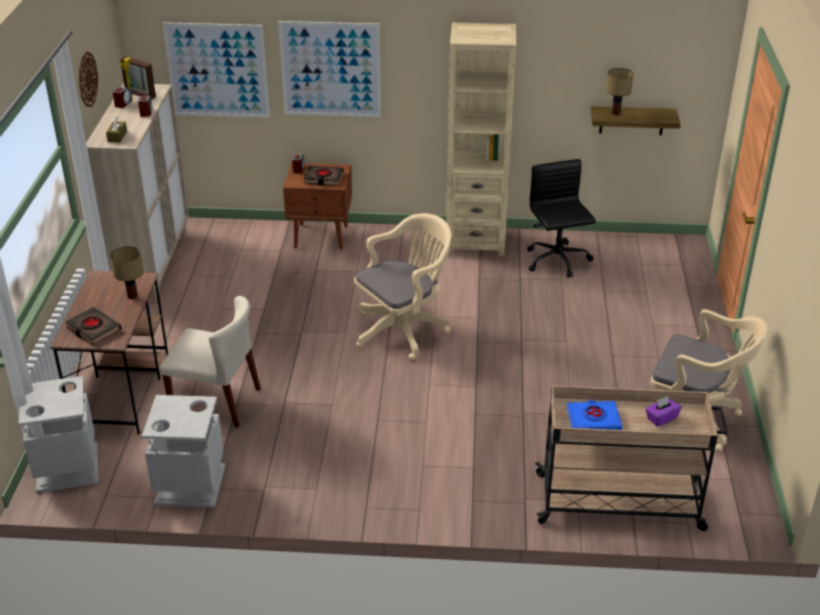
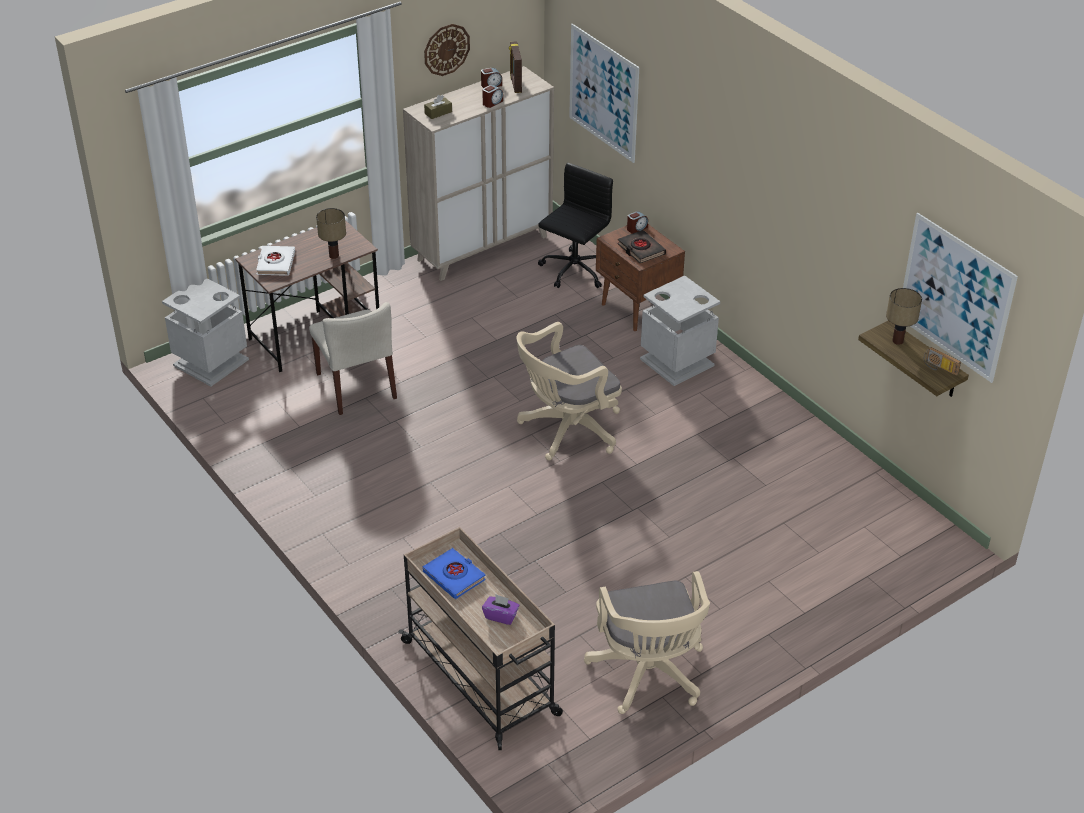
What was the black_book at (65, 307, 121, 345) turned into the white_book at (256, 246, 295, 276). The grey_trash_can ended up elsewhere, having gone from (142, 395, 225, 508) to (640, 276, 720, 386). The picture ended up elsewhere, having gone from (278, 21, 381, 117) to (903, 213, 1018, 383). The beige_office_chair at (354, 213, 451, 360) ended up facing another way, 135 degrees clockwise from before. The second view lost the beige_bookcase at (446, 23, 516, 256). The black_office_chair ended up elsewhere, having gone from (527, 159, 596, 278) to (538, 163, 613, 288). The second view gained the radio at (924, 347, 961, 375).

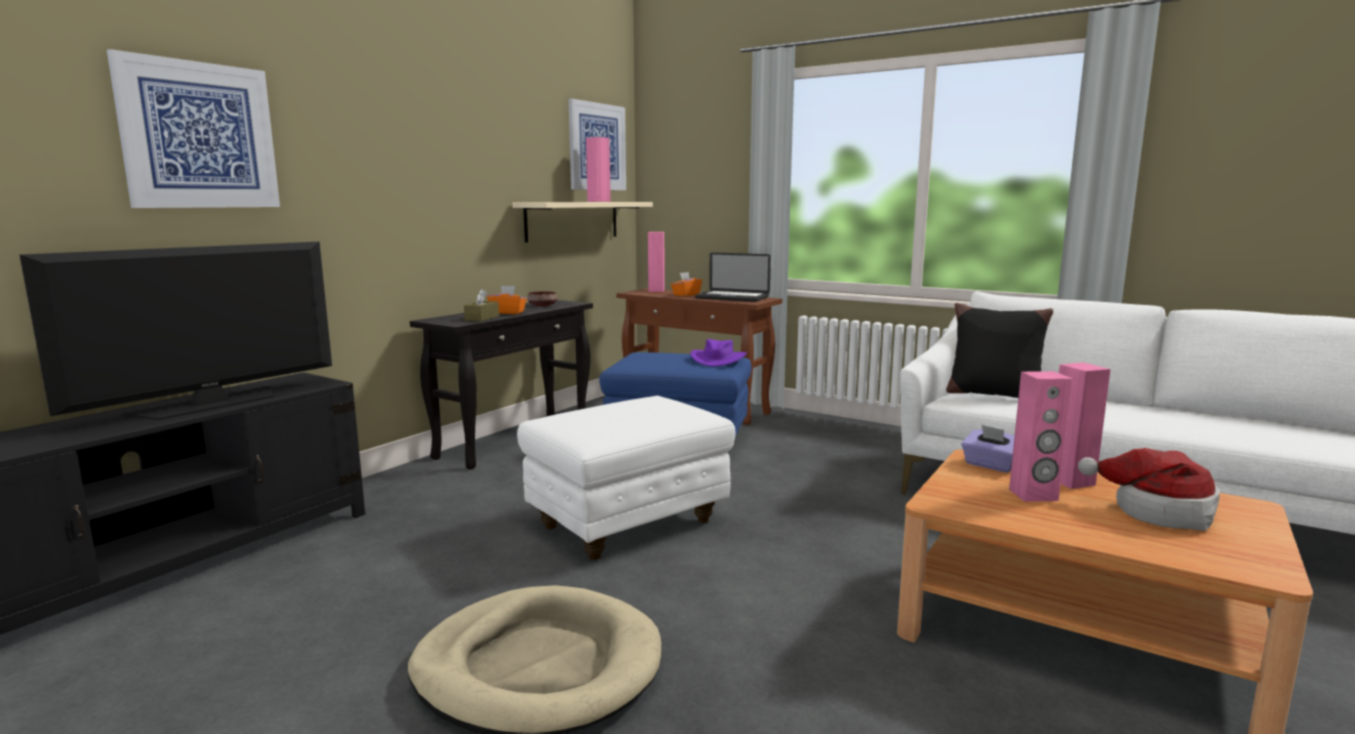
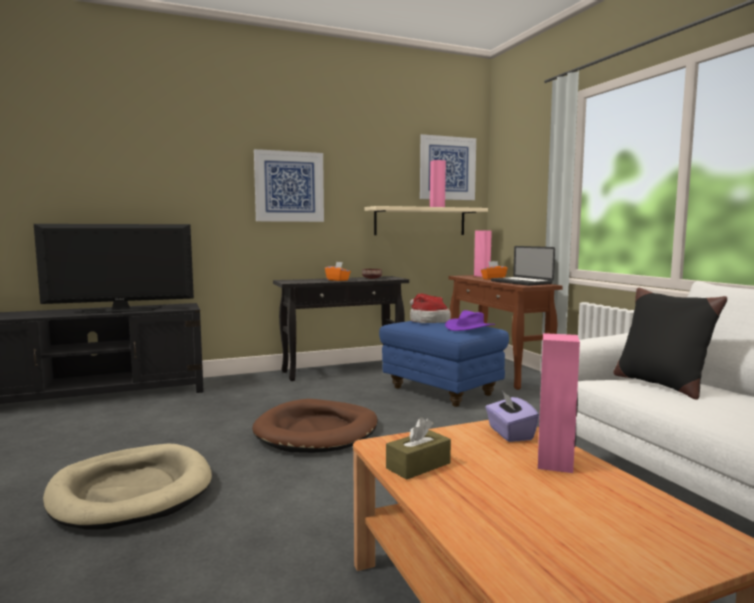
The picture ended up elsewhere, having gone from (107, 49, 280, 208) to (254, 149, 324, 222). The brown_tissue_box ended up elsewhere, having gone from (464, 289, 499, 321) to (386, 417, 451, 480). Where the white_ottoman stood at (517, 396, 736, 560), the brown_dog_bed came to stand at (252, 399, 378, 453). The second view lost the pink_speaker at (1009, 371, 1073, 502). The hat ended up elsewhere, having gone from (1078, 448, 1220, 531) to (410, 293, 451, 323).

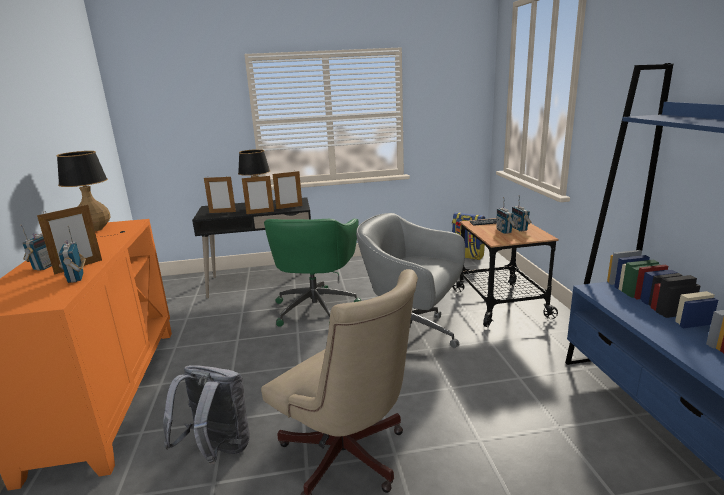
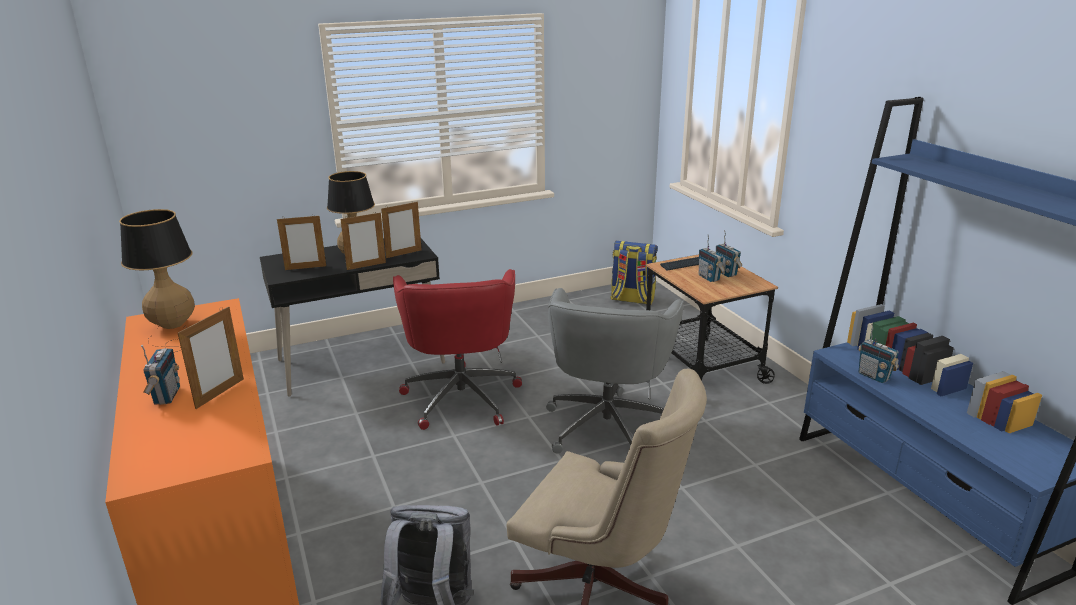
The radio ended up elsewhere, having gone from (59, 226, 86, 283) to (858, 324, 899, 383). What was the green_office_chair at (264, 218, 361, 327) turned into the red_office_chair at (393, 269, 522, 430). The grey_office_chair at (356, 213, 465, 348) ended up facing another way, 90 degrees counterclockwise from before.

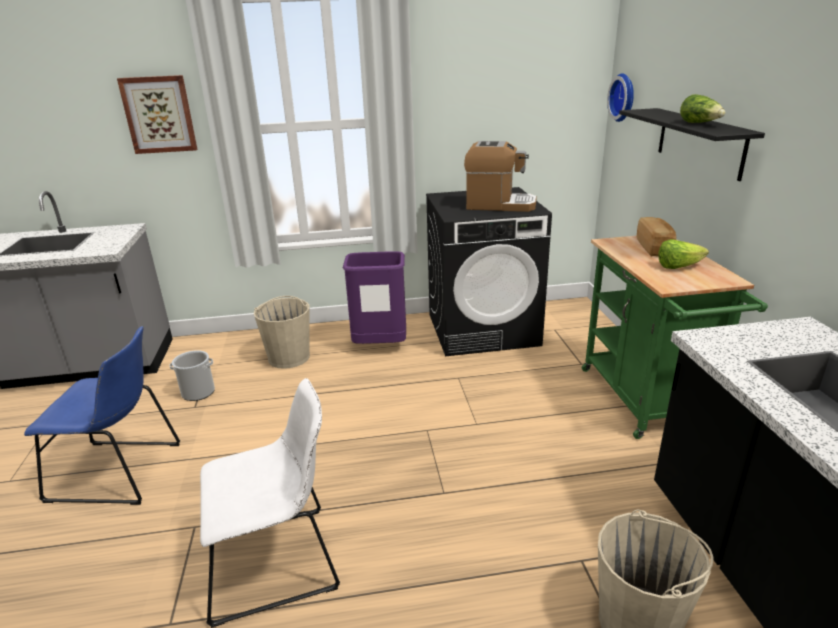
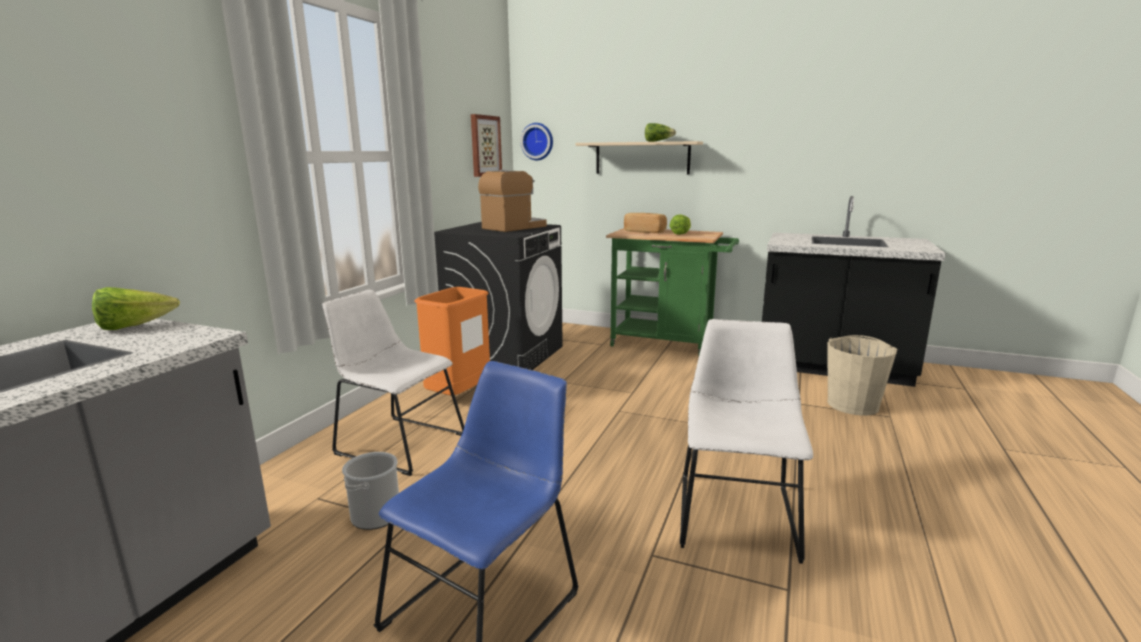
The picture ended up elsewhere, having gone from (117, 75, 197, 154) to (471, 114, 502, 177). Where the beige_bucket stood at (254, 296, 310, 369), the white_chair came to stand at (322, 289, 464, 476). What was the purple_trash_can at (343, 251, 406, 344) turned into the orange_trash_can at (414, 287, 490, 395). What was the black_shelf at (619, 108, 765, 181) turned into the beige_shelf at (576, 141, 703, 175). The second view gained the lettuce at (92, 287, 180, 330).

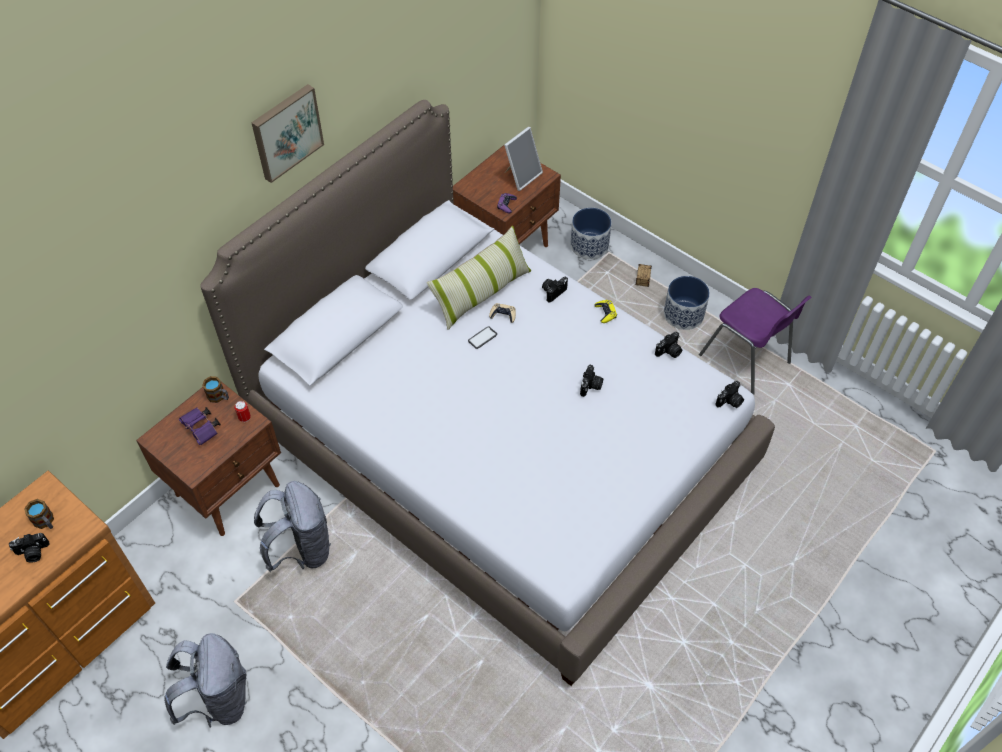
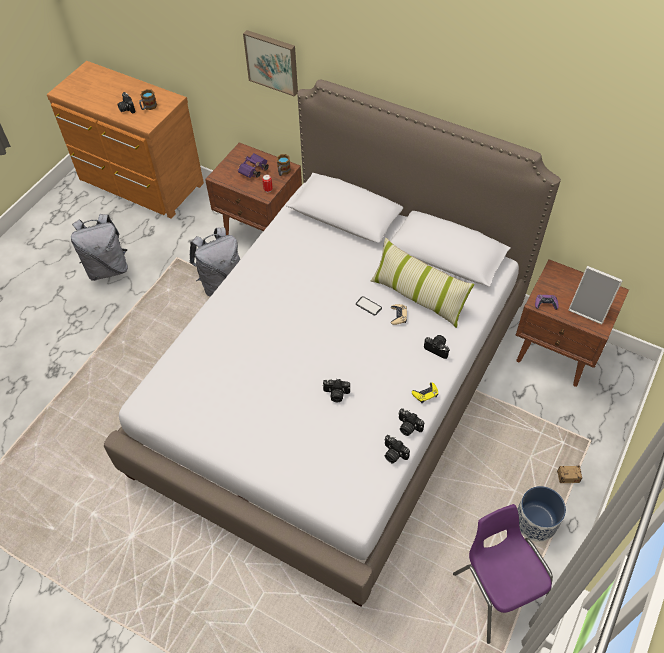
The picture ended up elsewhere, having gone from (251, 84, 324, 183) to (243, 30, 298, 97). The second view lost the planter at (570, 208, 612, 259). The purple_chair at (699, 288, 812, 395) ended up facing another way, 120 degrees clockwise from before. The photo_camera ended up elsewhere, having gone from (715, 381, 744, 408) to (398, 408, 424, 436).

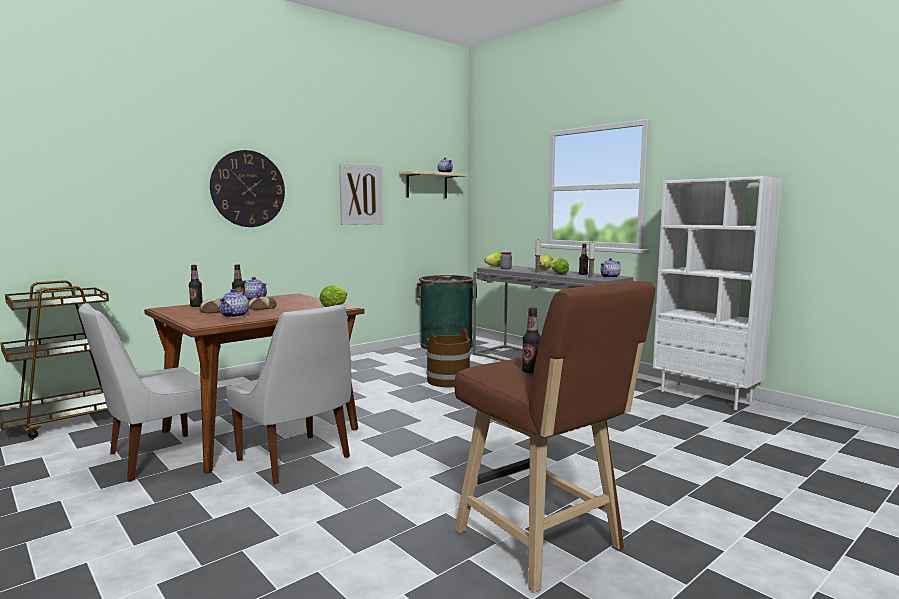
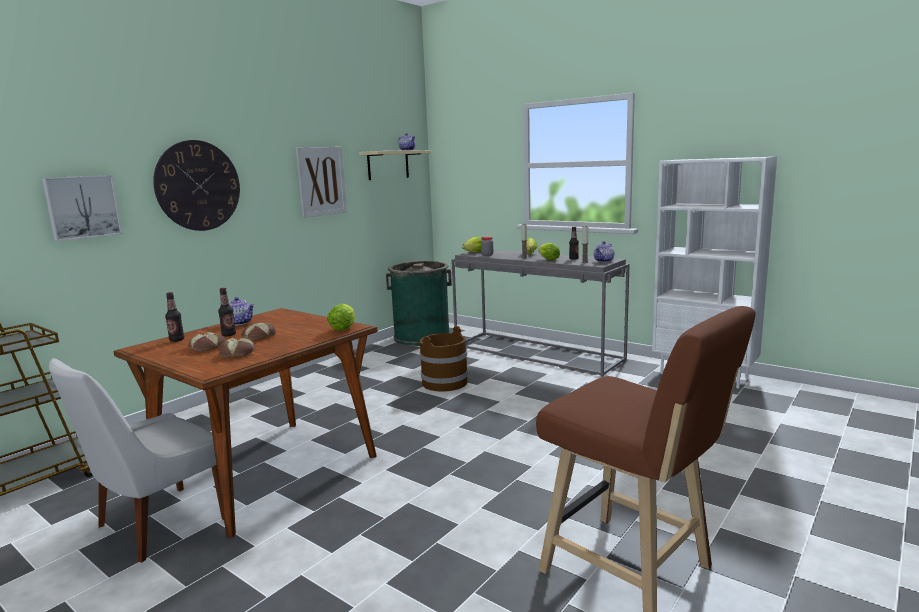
Where the teapot stood at (219, 289, 249, 318), the bread came to stand at (219, 338, 255, 358). The second view lost the white_chair at (226, 304, 352, 484). The second view lost the bottle at (522, 307, 541, 374). The second view gained the picture at (42, 175, 122, 241).

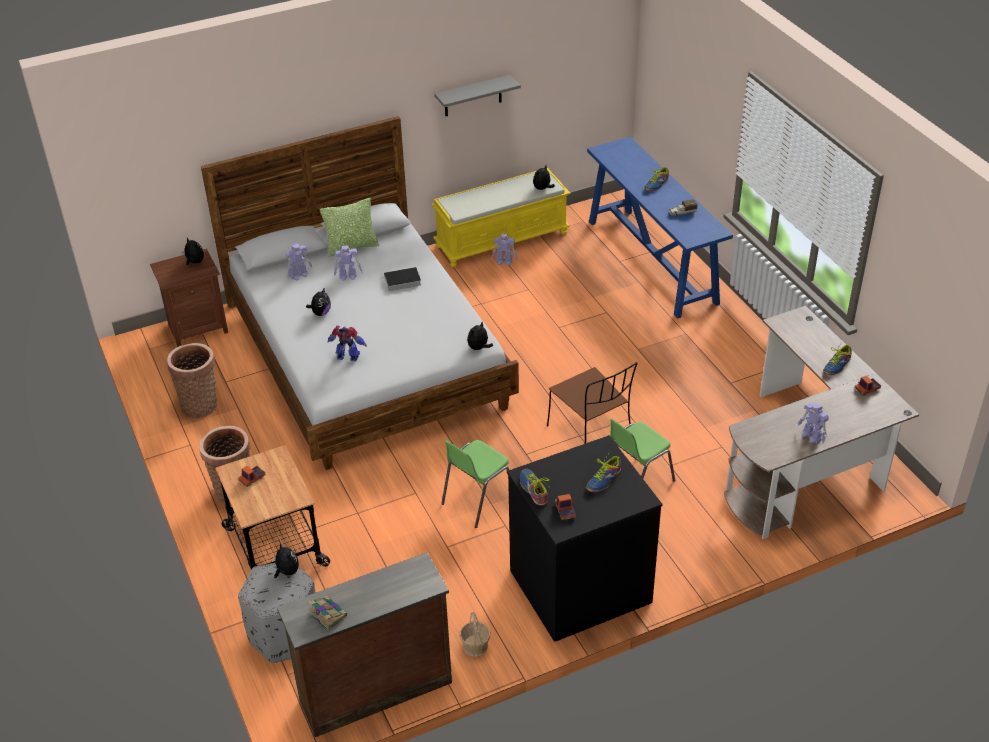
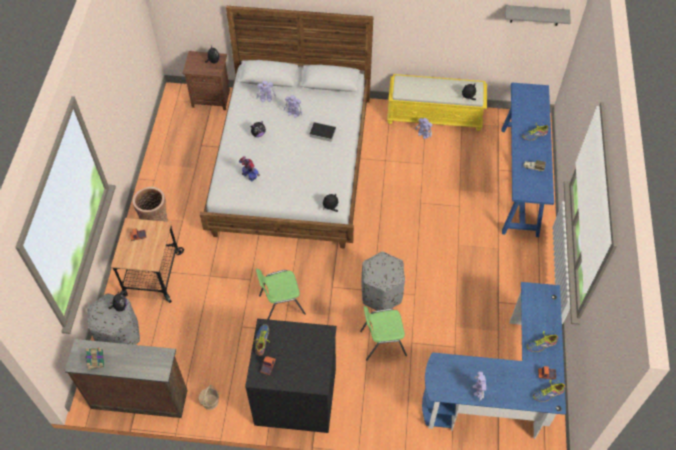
The second view lost the basket at (167, 343, 217, 419). The second view lost the pillow at (320, 198, 379, 257). The grey_shelf ended up elsewhere, having gone from (434, 75, 521, 116) to (505, 5, 571, 26). Where the brown_chair stood at (547, 362, 638, 444), the grey_ottoman came to stand at (361, 252, 405, 310). The shoe ended up elsewhere, having gone from (586, 453, 621, 492) to (533, 380, 565, 402). What was the brown_desk at (724, 306, 919, 539) turned into the blue_desk at (422, 282, 566, 439).

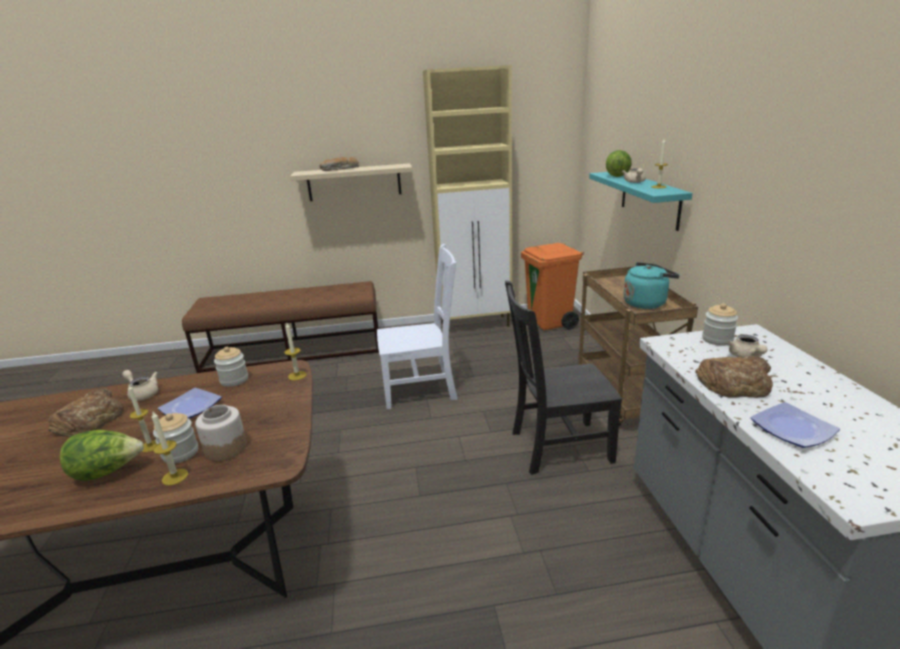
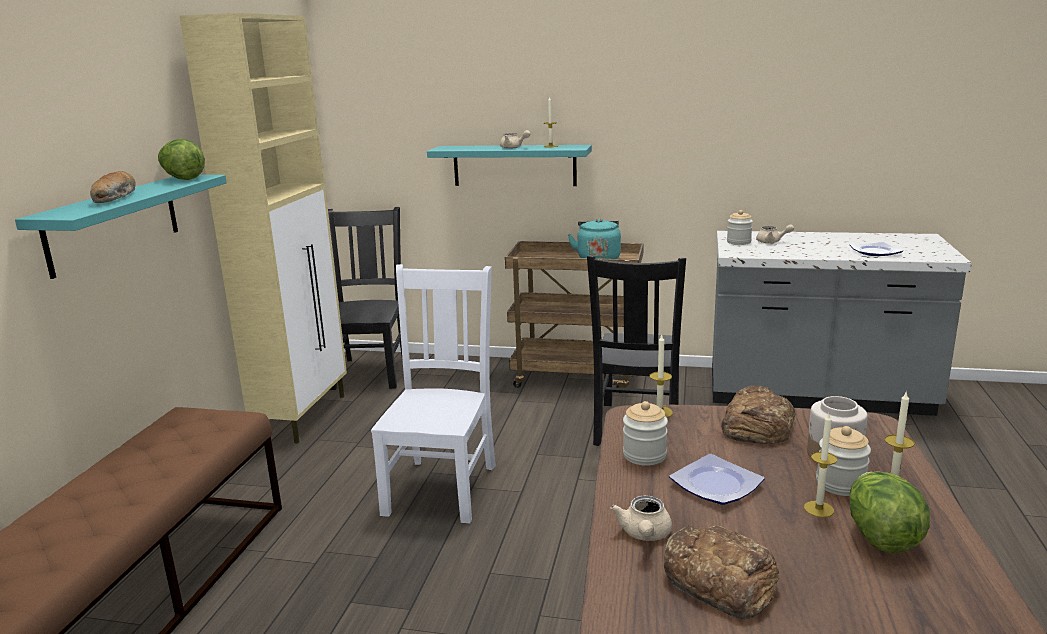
The beige_teapot at (122, 370, 158, 401) ended up facing another way, 45 degrees counterclockwise from before. What was the beige_shelf at (290, 163, 413, 201) turned into the turquoise_shelf at (15, 175, 227, 279). Where the orange_trash_can stood at (521, 243, 584, 330), the black_chair came to stand at (328, 207, 402, 390). The lettuce ended up elsewhere, having gone from (606, 150, 632, 177) to (158, 139, 205, 180). The bread ended up elsewhere, having gone from (695, 356, 773, 398) to (721, 385, 796, 444).

